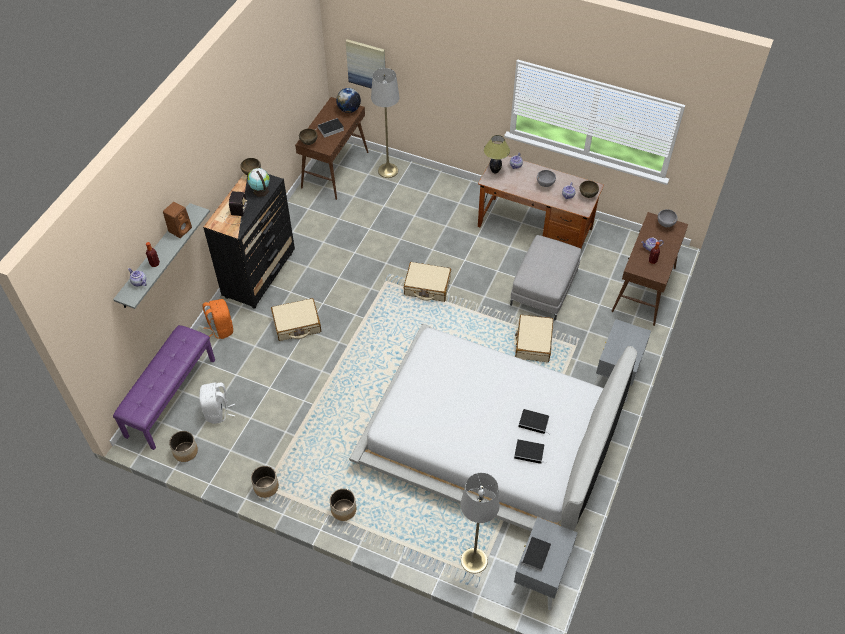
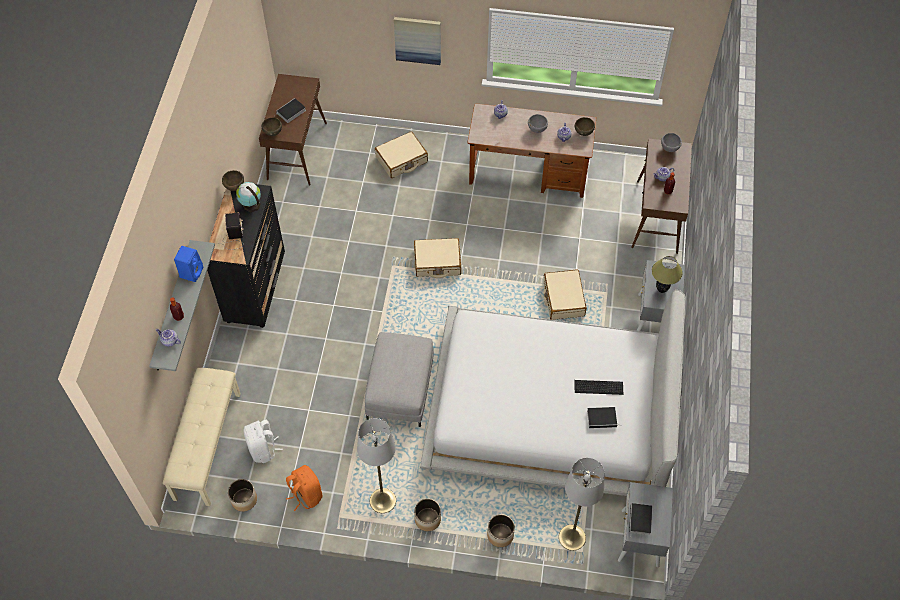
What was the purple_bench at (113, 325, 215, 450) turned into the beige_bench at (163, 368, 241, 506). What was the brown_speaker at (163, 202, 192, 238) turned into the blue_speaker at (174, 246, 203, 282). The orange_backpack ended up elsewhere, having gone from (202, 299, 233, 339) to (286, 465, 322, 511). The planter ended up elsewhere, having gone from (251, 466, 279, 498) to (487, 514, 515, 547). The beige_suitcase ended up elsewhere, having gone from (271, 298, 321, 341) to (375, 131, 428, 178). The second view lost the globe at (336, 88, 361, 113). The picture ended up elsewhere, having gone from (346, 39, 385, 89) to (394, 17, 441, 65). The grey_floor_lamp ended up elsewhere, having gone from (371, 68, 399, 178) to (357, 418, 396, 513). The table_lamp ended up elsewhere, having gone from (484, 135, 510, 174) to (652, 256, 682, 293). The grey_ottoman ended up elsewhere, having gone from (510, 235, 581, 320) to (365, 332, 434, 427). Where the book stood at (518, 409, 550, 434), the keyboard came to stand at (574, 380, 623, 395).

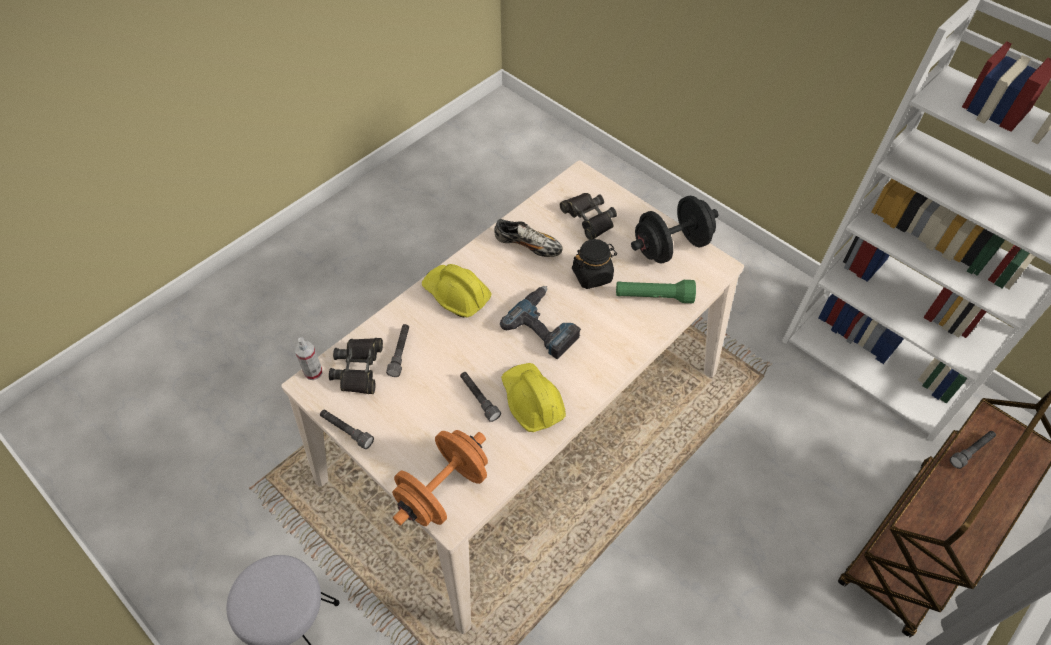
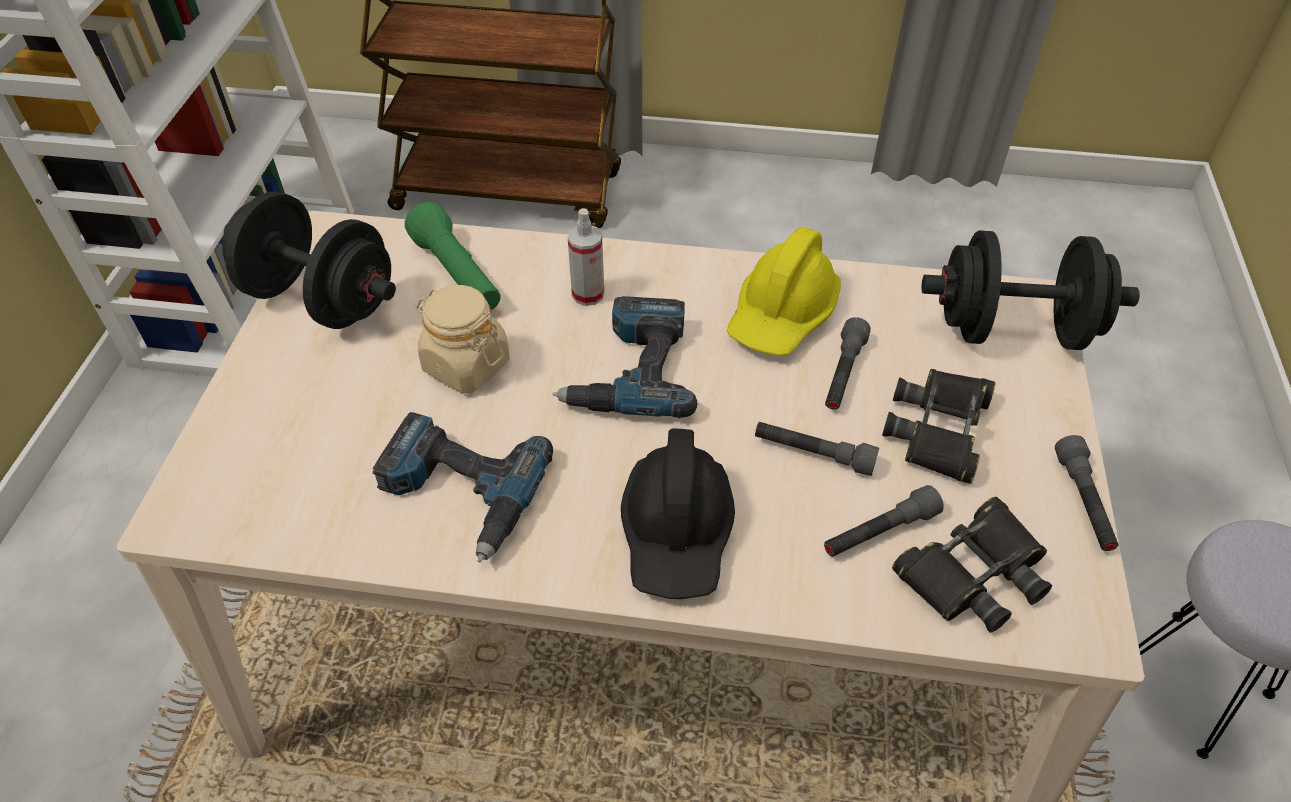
The spray_bottle ended up elsewhere, having gone from (295, 337, 322, 380) to (568, 208, 604, 306). What was the orange_dumbbell at (392, 430, 488, 526) turned into the black_dumbbell at (921, 230, 1140, 350). What was the yellow_hard_hat at (422, 264, 492, 317) turned into the black_hard_hat at (621, 428, 735, 599). Where the shoe stood at (494, 219, 563, 257), the power_drill came to stand at (372, 412, 553, 562). The black_binoculars ended up elsewhere, having gone from (560, 193, 617, 240) to (882, 369, 996, 484). What was the black_jar at (572, 239, 617, 289) turned into the beige_jar at (416, 285, 510, 394). The grey_flashlight ended up elsewhere, having gone from (950, 431, 996, 469) to (755, 422, 879, 476).

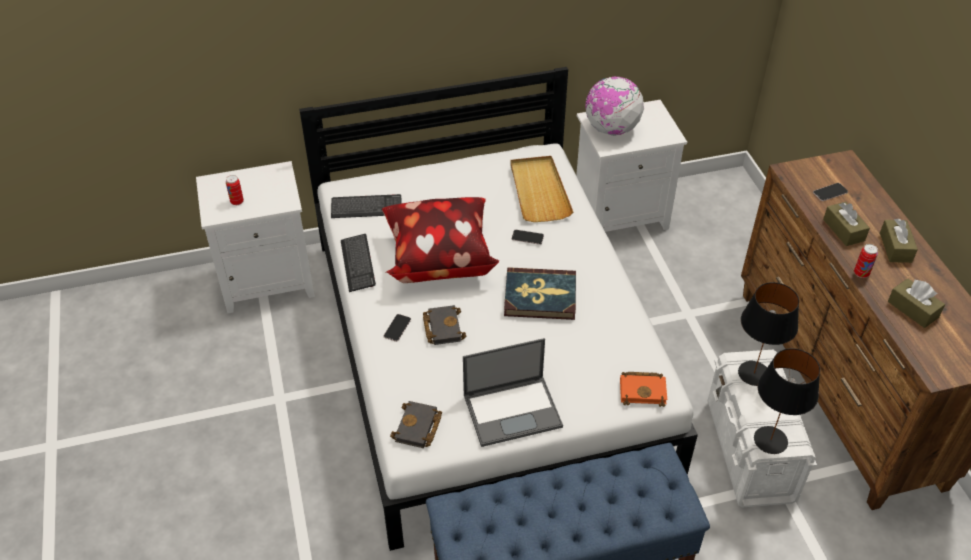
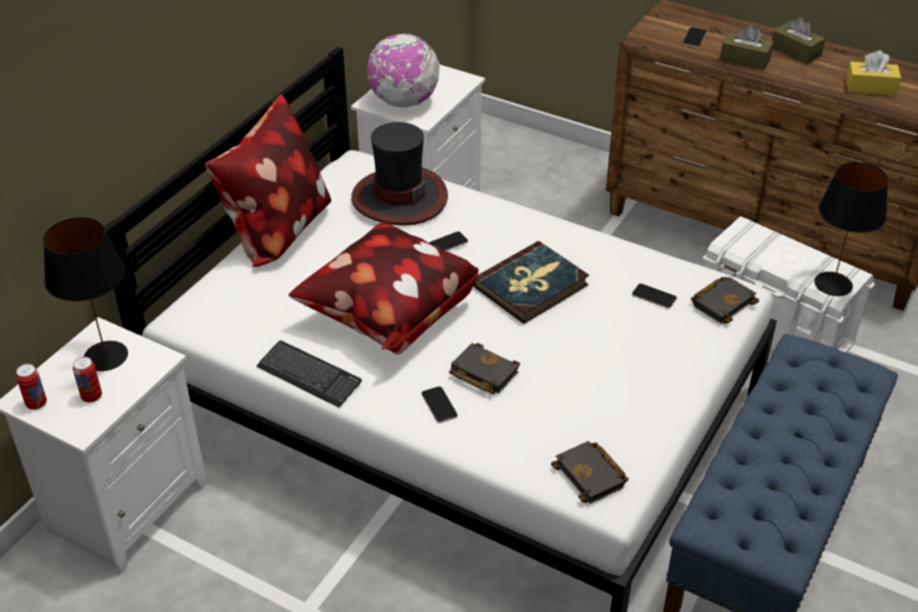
The second view lost the keyboard at (331, 194, 402, 218). The second view lost the laptop at (463, 338, 563, 447). Where the beige_tray stood at (510, 156, 573, 222), the hat came to stand at (351, 122, 448, 226). What was the orange_book at (620, 372, 667, 407) turned into the black_book at (691, 277, 759, 324). The black_table_lamp ended up elsewhere, having gone from (738, 282, 799, 386) to (43, 217, 128, 371). The can ended up elsewhere, having gone from (854, 244, 878, 278) to (16, 364, 47, 410). What was the brown_tissue_box at (888, 278, 945, 328) turned into the yellow_tissue_box at (846, 51, 901, 96). The second view gained the pillow at (205, 94, 331, 267). The second view gained the phone at (632, 283, 677, 309).

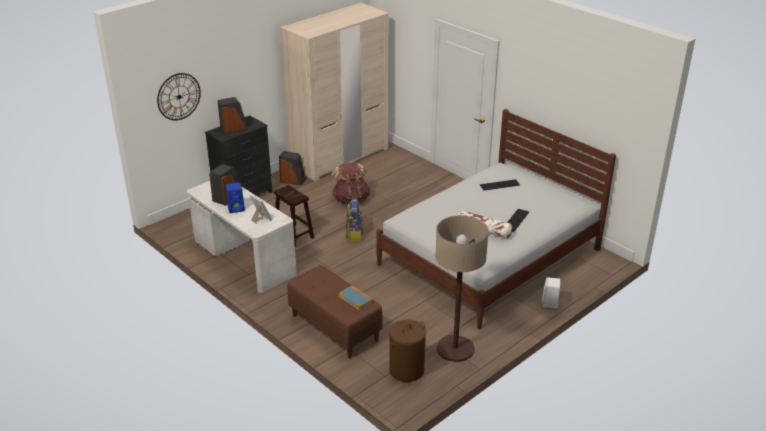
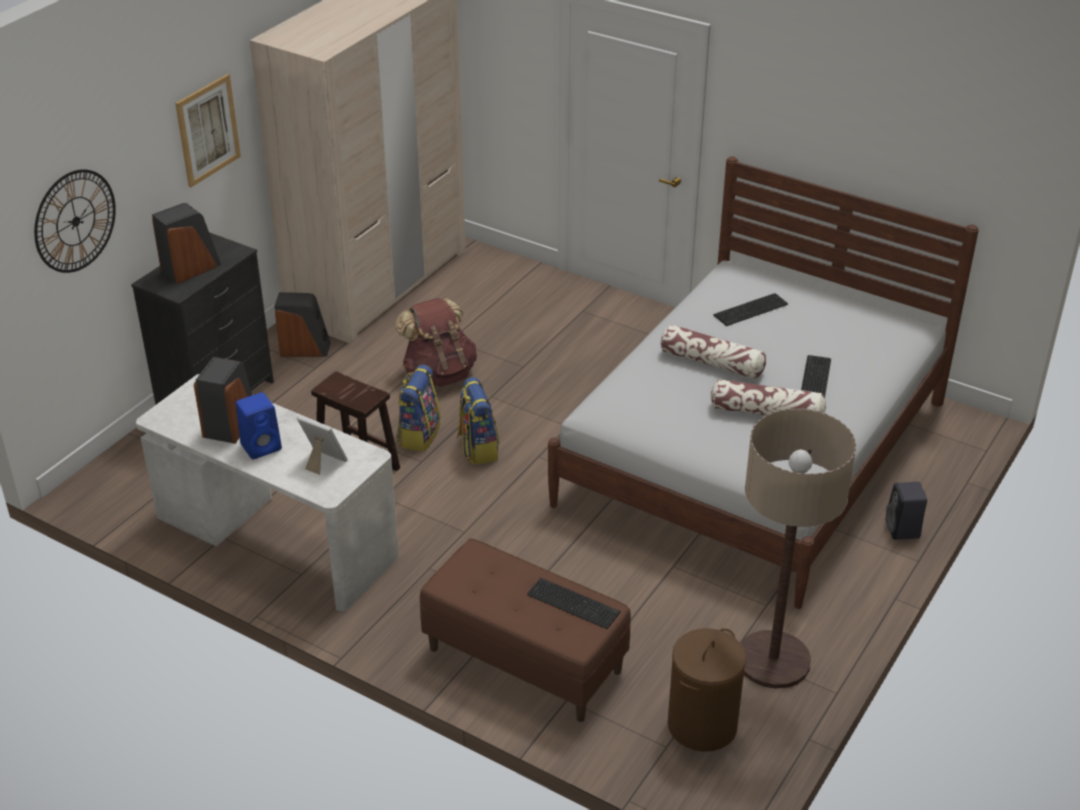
Where the book stood at (338, 286, 373, 310), the keyboard came to stand at (527, 578, 621, 629). What was the white_speaker at (542, 277, 560, 308) turned into the black_speaker at (886, 482, 927, 540). The second view gained the picture at (175, 74, 241, 187). The second view gained the backpack at (397, 365, 440, 452). The second view gained the pillow at (661, 325, 766, 379).

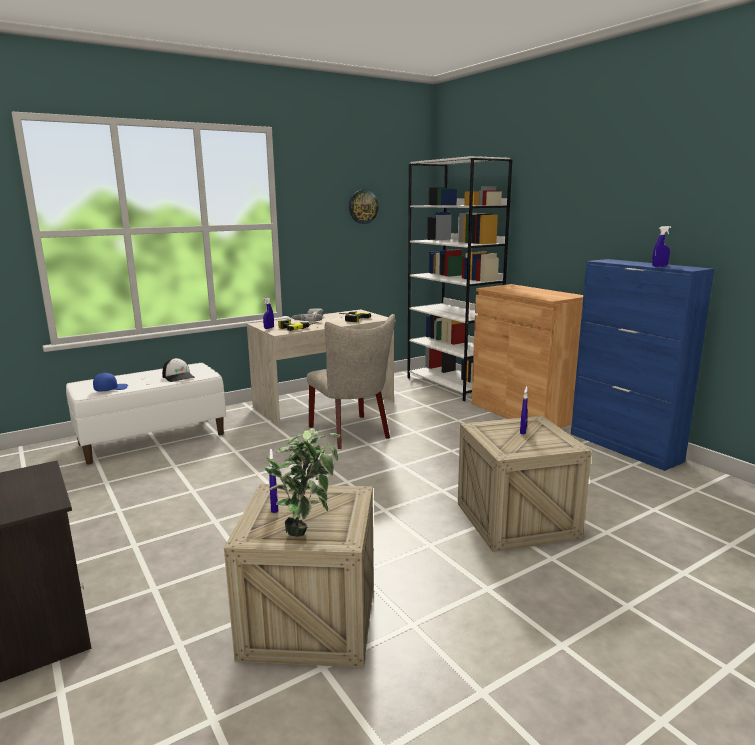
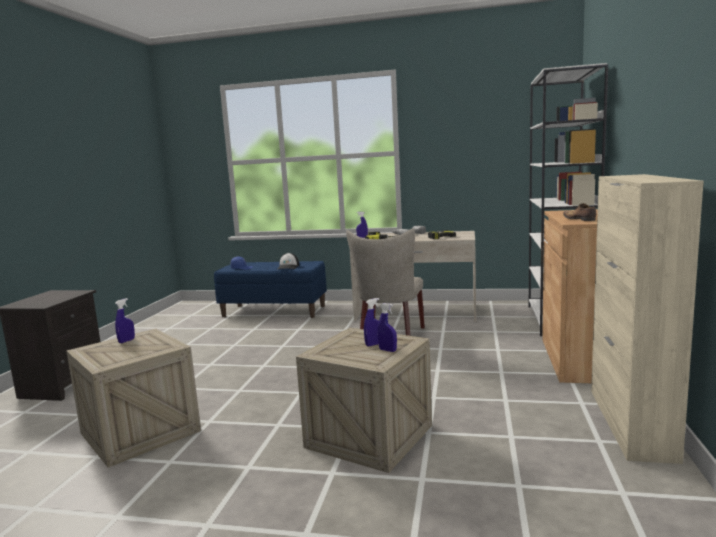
What was the white_bench at (66, 363, 226, 464) turned into the blue_bench at (214, 261, 327, 318). The second view lost the potted_plant at (264, 428, 341, 537). The second view lost the wall_clock at (349, 190, 379, 224). What was the blue_cabinet at (571, 259, 714, 471) turned into the beige_cabinet at (591, 174, 704, 464). The blue_spray_bottle ended up elsewhere, having gone from (652, 226, 671, 267) to (378, 303, 397, 352). The second view gained the shoe at (563, 203, 596, 221).

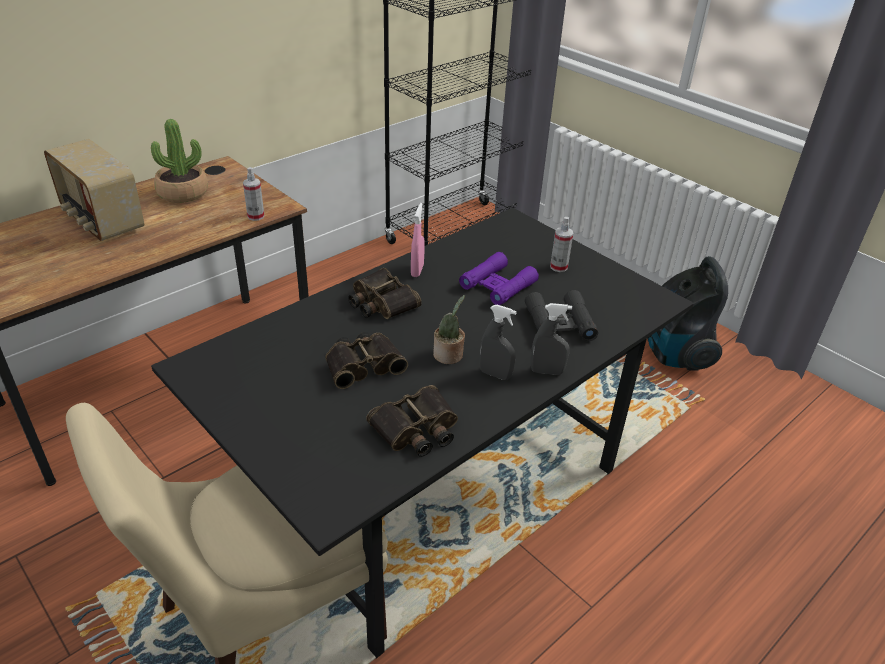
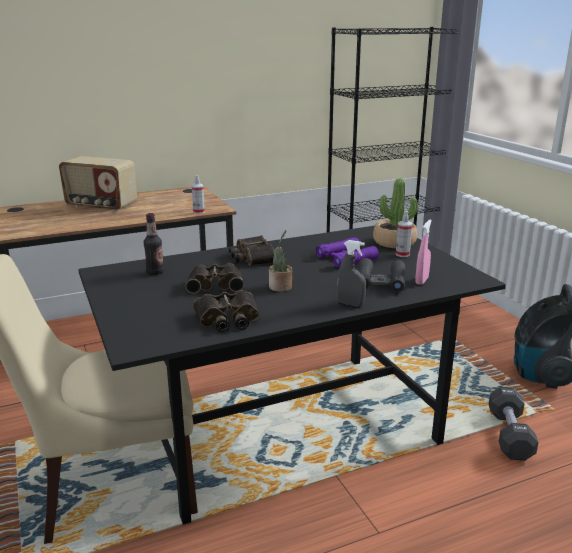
The radio at (44, 139, 144, 241) ended up facing another way, 45 degrees counterclockwise from before. The potted_plant ended up elsewhere, having gone from (151, 119, 208, 203) to (373, 178, 418, 248). The pink_spray_bottle ended up elsewhere, having gone from (411, 203, 425, 277) to (415, 220, 432, 285). The second view lost the grey_spray_bottle at (480, 305, 517, 380). The second view gained the bottle at (144, 213, 164, 275). The second view gained the black_dumbbell at (489, 387, 539, 461).

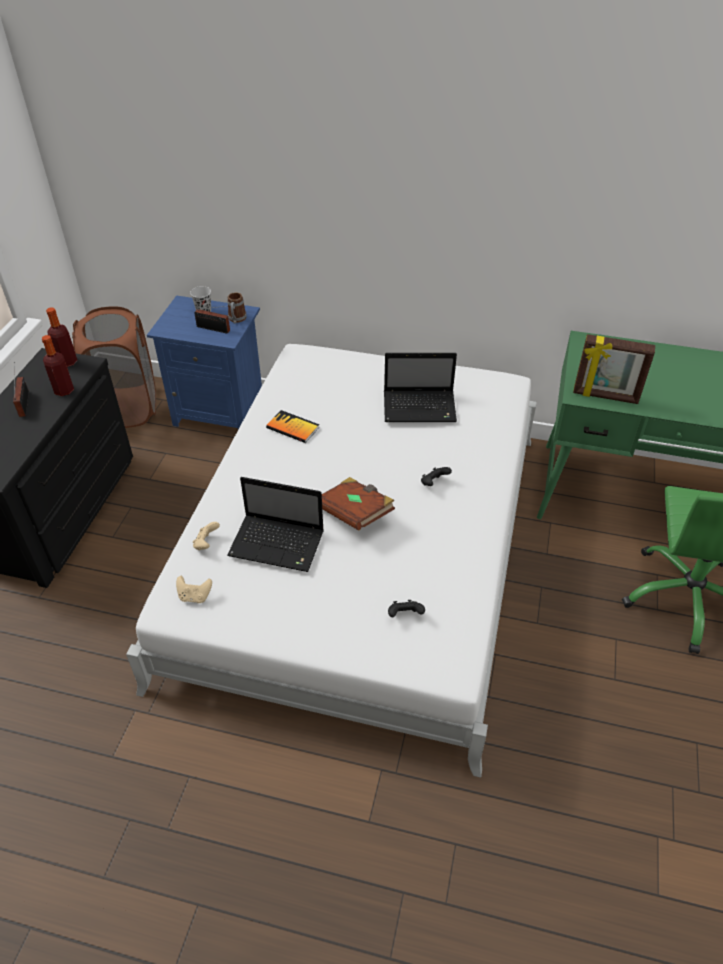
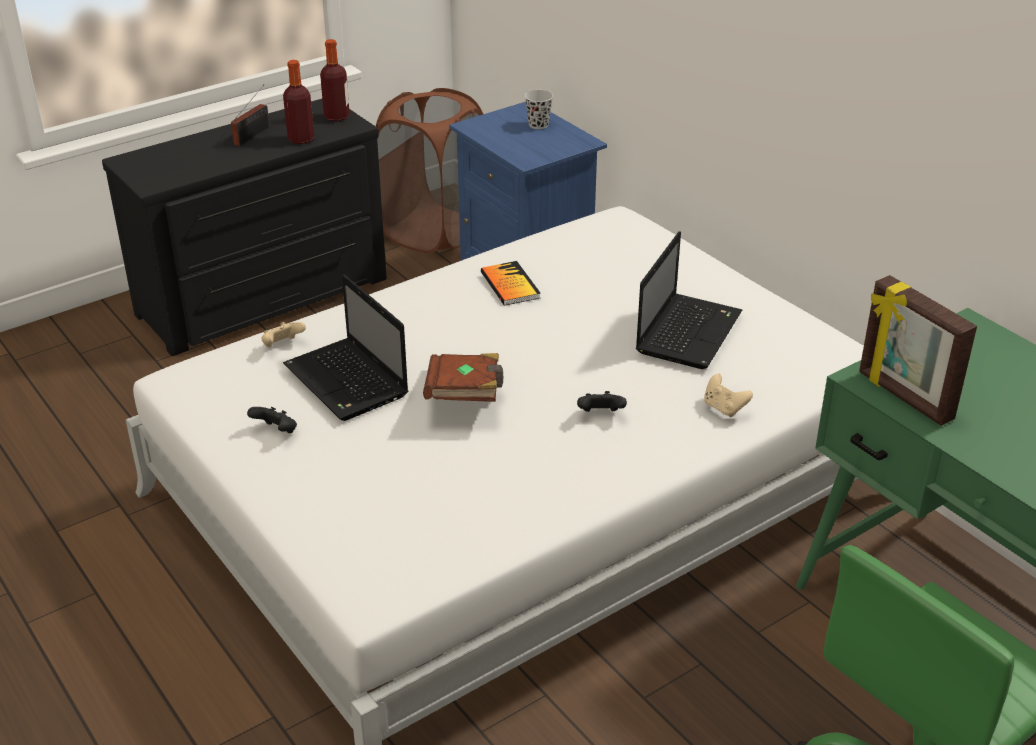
The beige_game_controller ended up elsewhere, having gone from (176, 576, 212, 603) to (704, 374, 753, 417). The second view lost the radio at (194, 305, 230, 334). The second view lost the mug at (227, 292, 247, 324). The laptop at (384, 353, 457, 422) ended up facing another way, 105 degrees counterclockwise from before. The black_game_controller ended up elsewhere, having gone from (388, 600, 425, 617) to (247, 407, 297, 433).

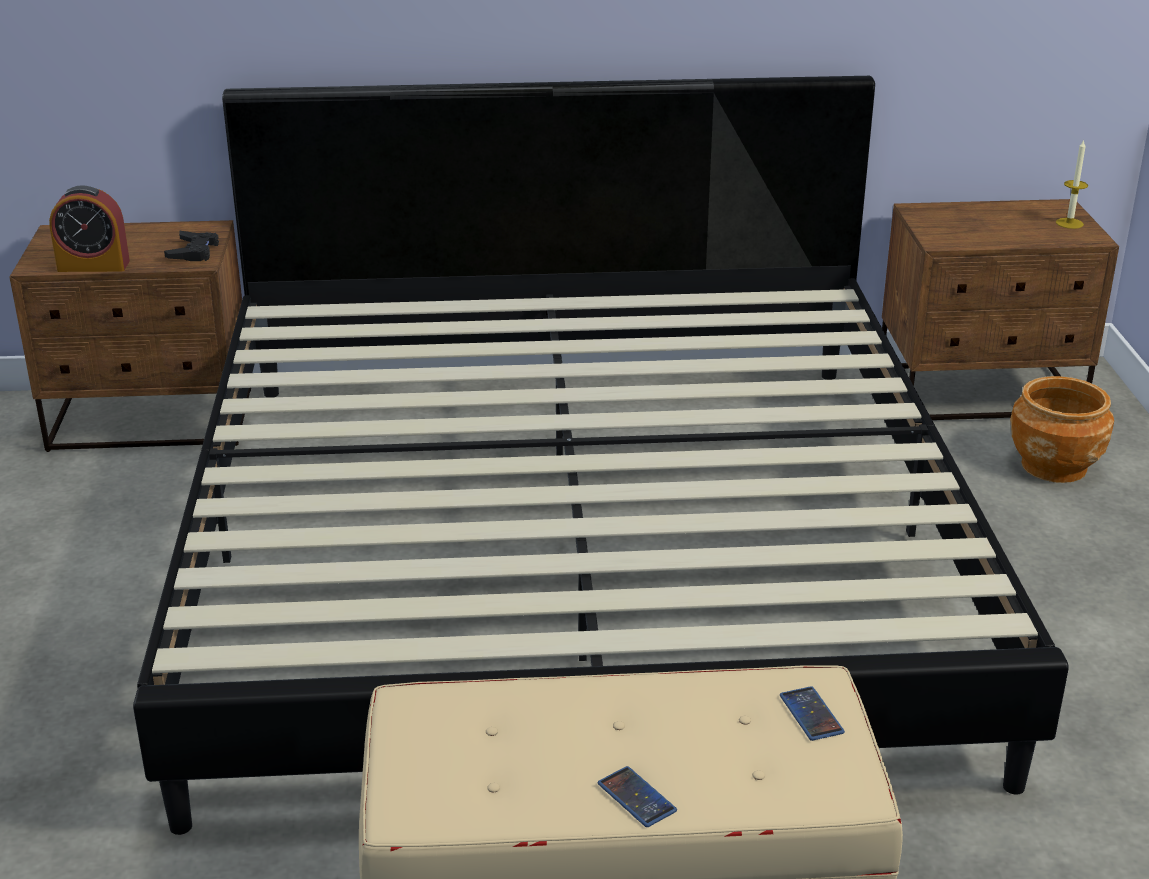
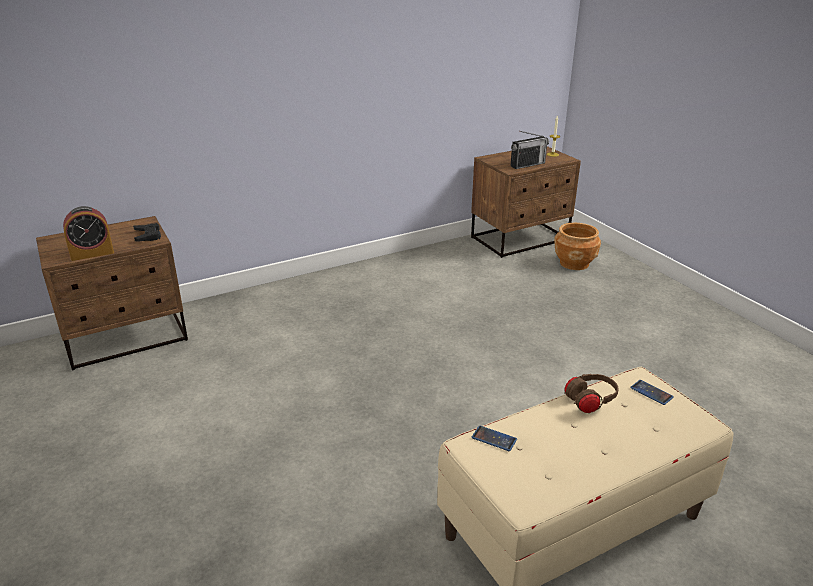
The second view lost the bed at (133, 76, 1069, 835). The phone ended up elsewhere, having gone from (598, 766, 677, 827) to (472, 426, 517, 451). The second view gained the radio at (511, 131, 549, 169). The second view gained the brown_headphones at (564, 374, 619, 413).

